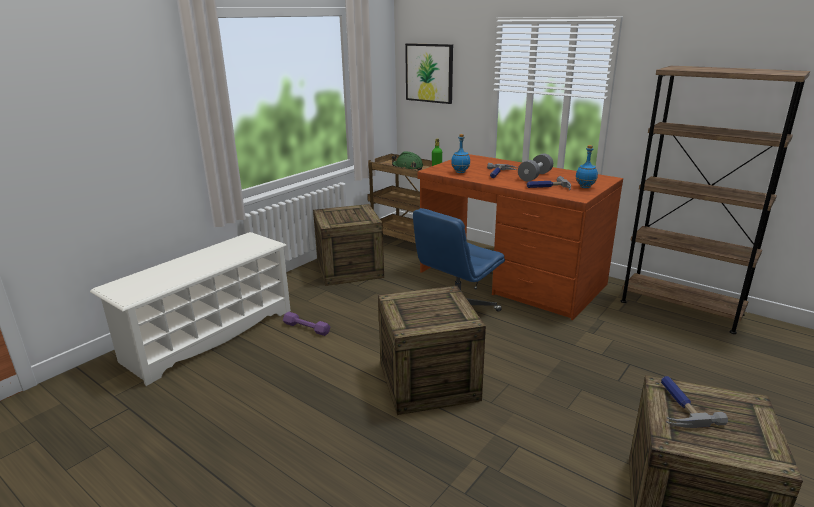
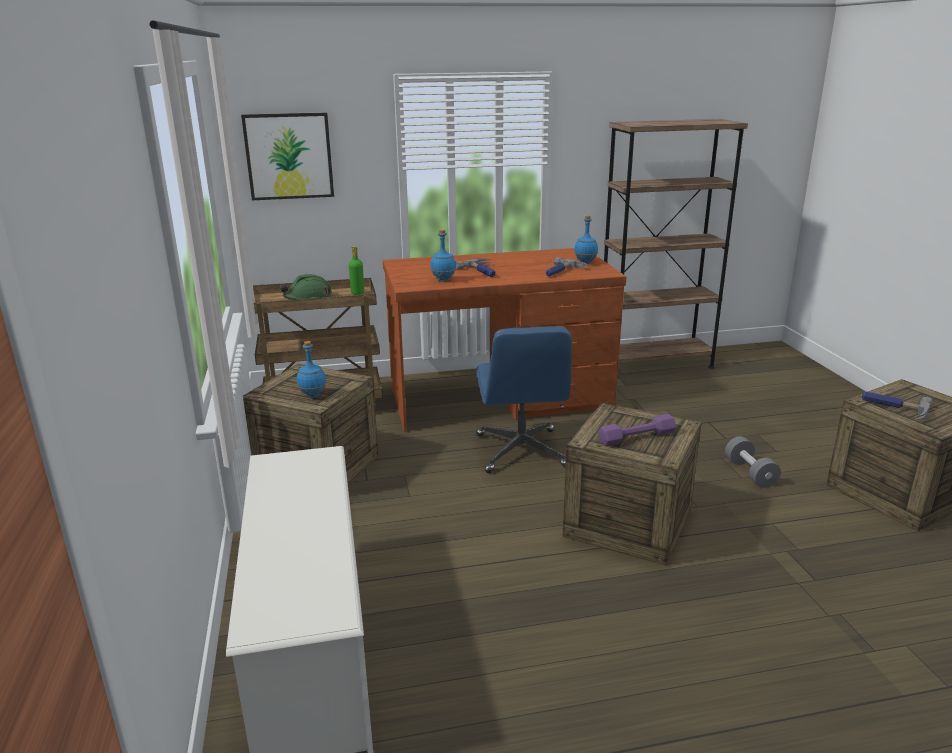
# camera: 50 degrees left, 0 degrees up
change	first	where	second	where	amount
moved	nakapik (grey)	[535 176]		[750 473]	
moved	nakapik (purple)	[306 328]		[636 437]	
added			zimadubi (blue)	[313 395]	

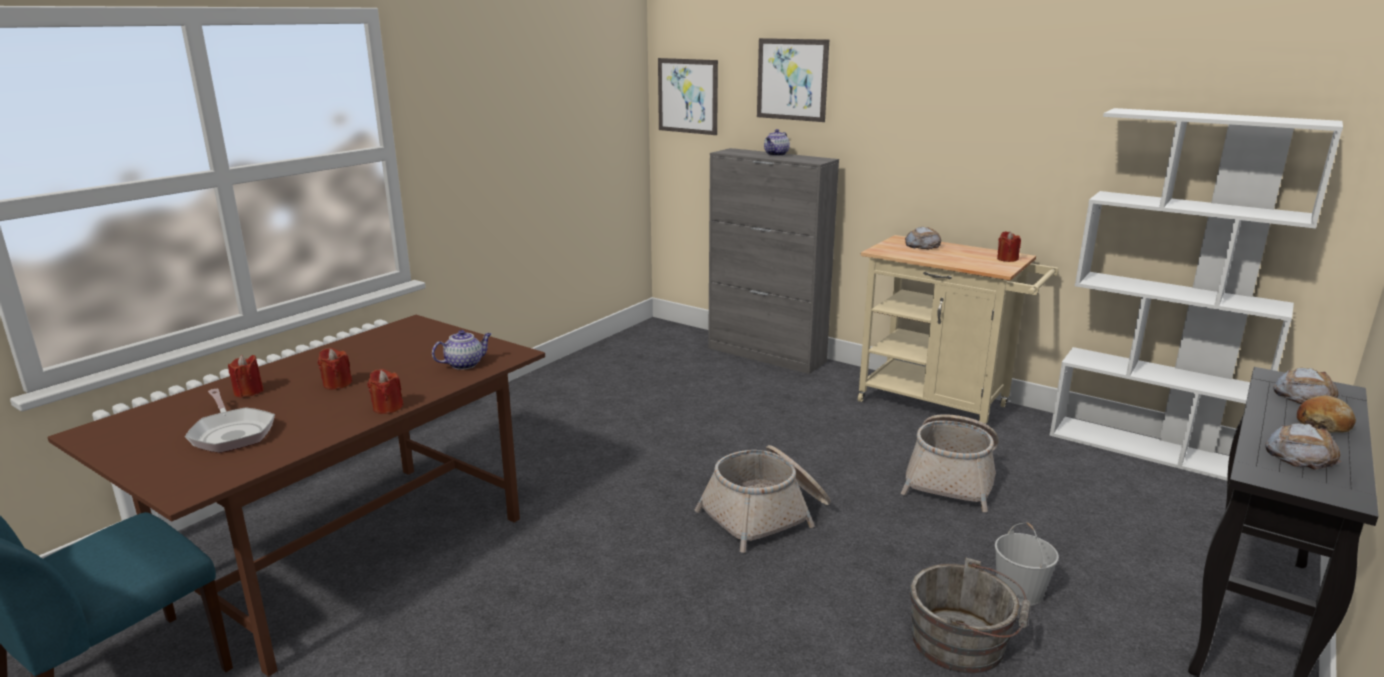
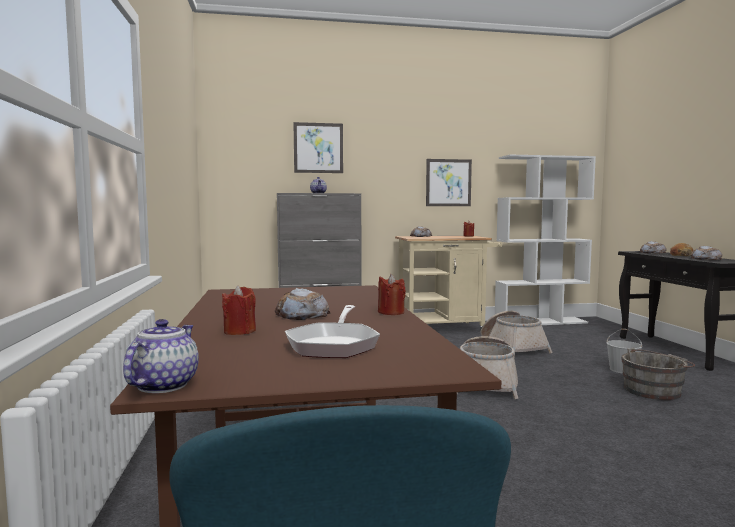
# camera: 45 degrees left, 15 degrees down
change	first	where	second	where	amount
moved	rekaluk	[687 96]		[448 182]	
moved	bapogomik	[465 364]		[163 385]	
replaced	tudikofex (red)	[337 384]	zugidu	[301 314]	
turned	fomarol	[232 433]		[334 344]	90 degrees clockwise

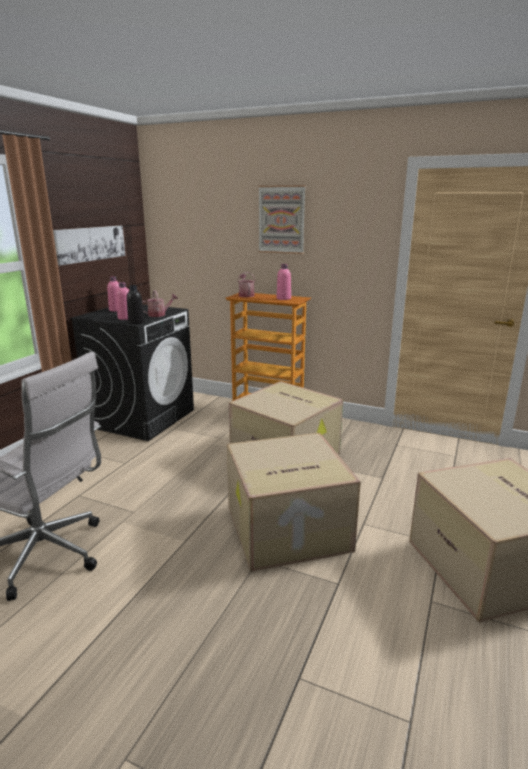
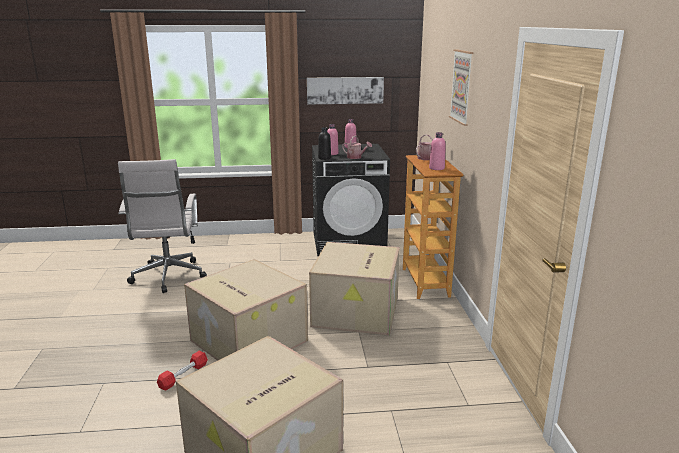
# camera: 60 degrees right, 0 degrees up
change	first	where	second	where	amount
added			nakapik (red)	[183 376]	

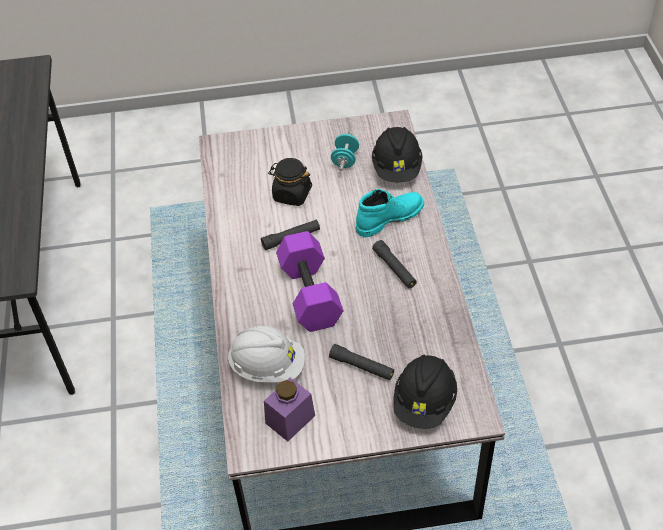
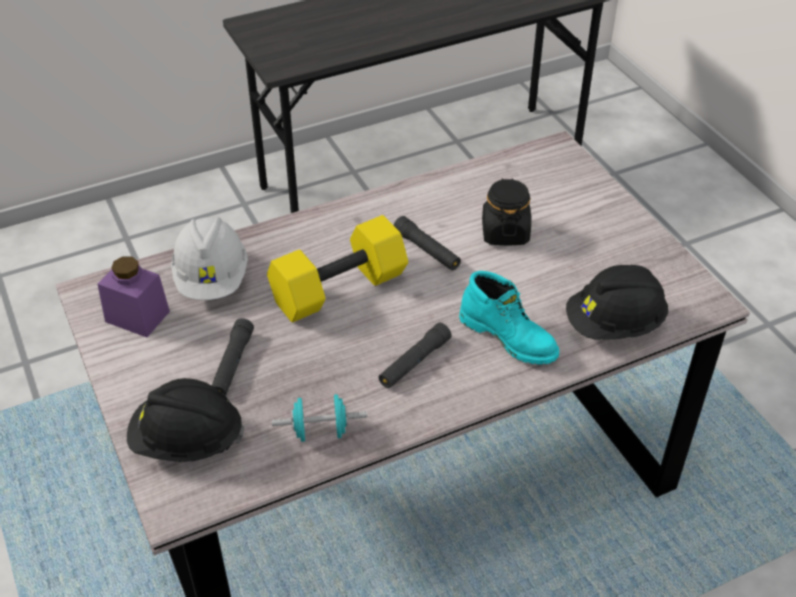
# camera: 70 degrees right, 5 degrees down
change	first	where	second	where	amount
moved	nakapik (turquoise)	[345 160]		[320 431]	
recoloured	nakapik (purple)	[311 294]	nakapik (yellow)	[339 290]	

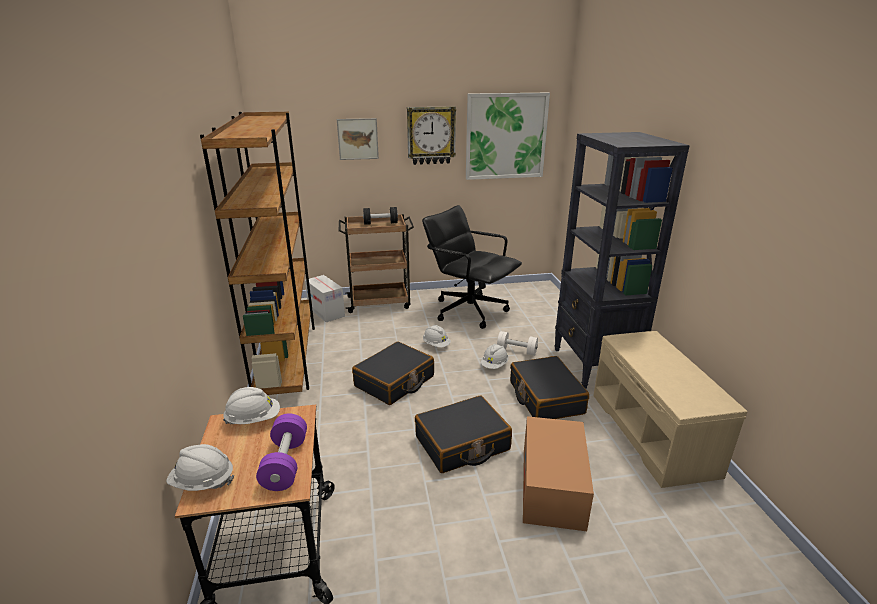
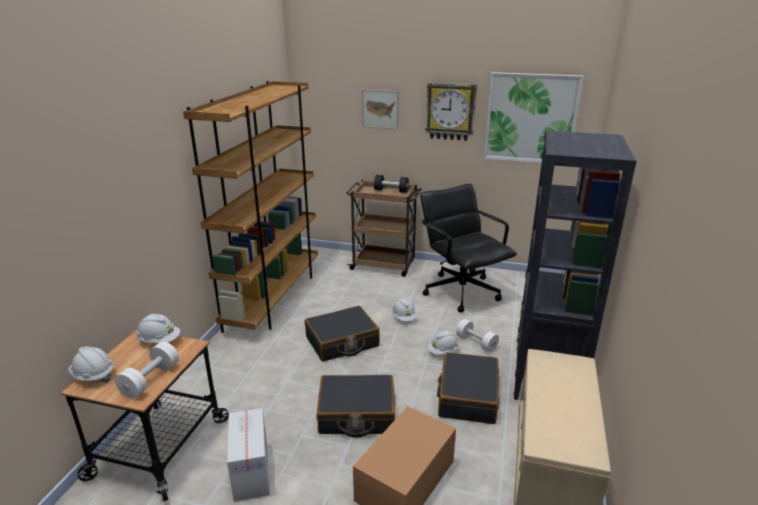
# camera: 25 degrees right, 0 degrees up
change	first	where	second	where	amount
moved	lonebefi	[326 312]		[251 471]	
recoloured	nakapik (purple)	[285 463]	nakapik (white)	[150 380]	

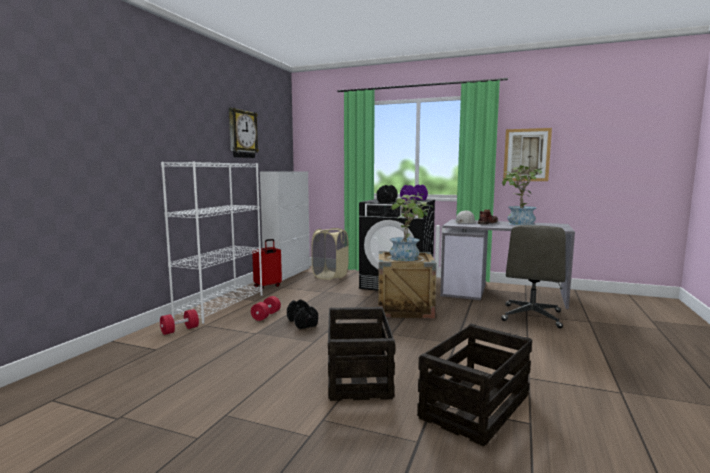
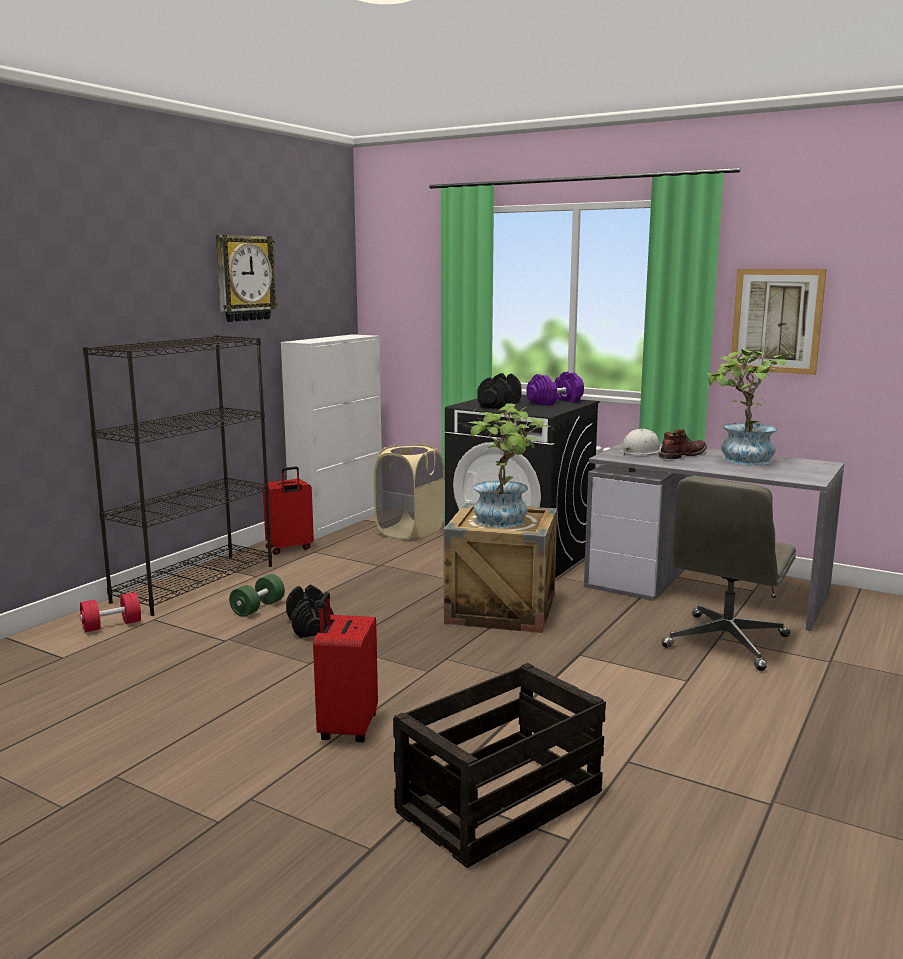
# camera: 10 degrees right, 5 degrees up
change	first	where	second	where	amount
recoloured	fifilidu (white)	[221 305]	fifilidu (black)	[195 583]	
recoloured	nakapik (red)	[266 316]	nakapik (green)	[258 608]	
replaced	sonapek	[358 374]	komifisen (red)	[346 728]	

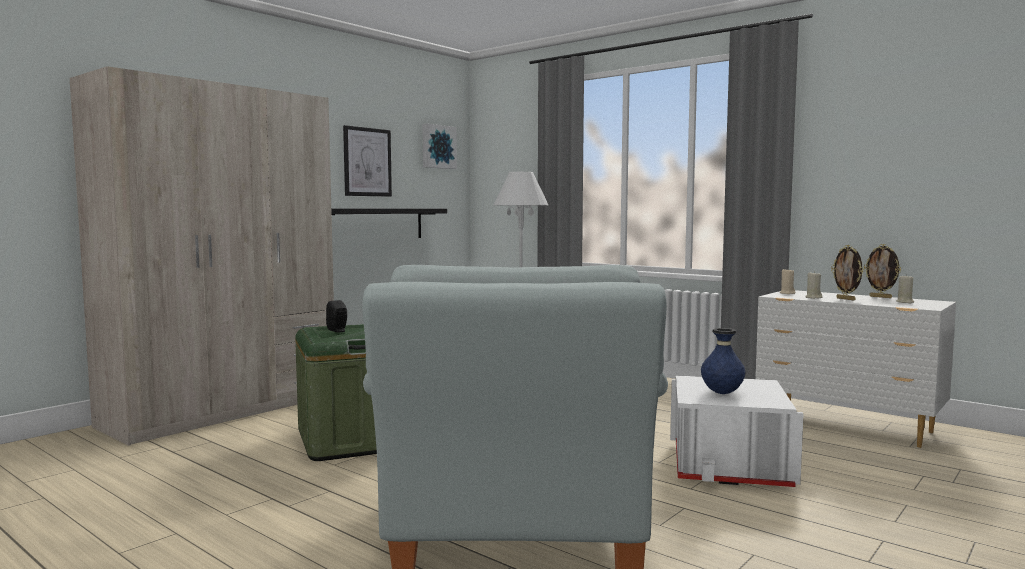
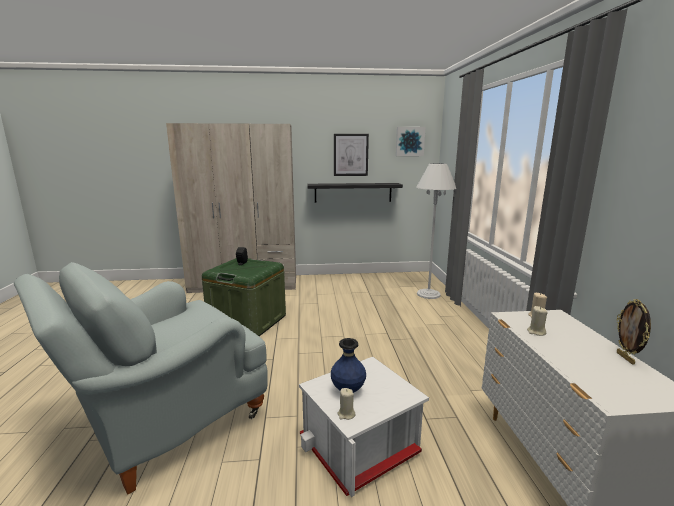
# camera: 45 degrees right, 10 degrees up
change	first	where	second	where	amount
removed	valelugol	[846 299]			
moved	tudikofex (beige)	[905 302]		[346 414]	

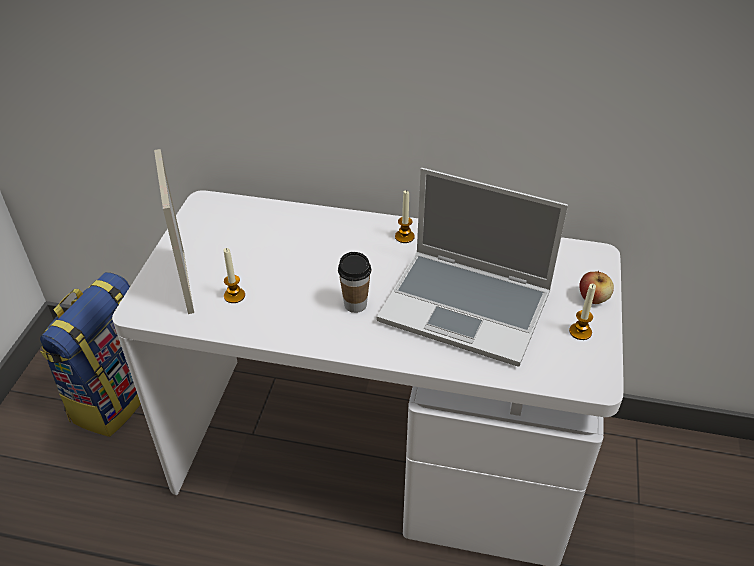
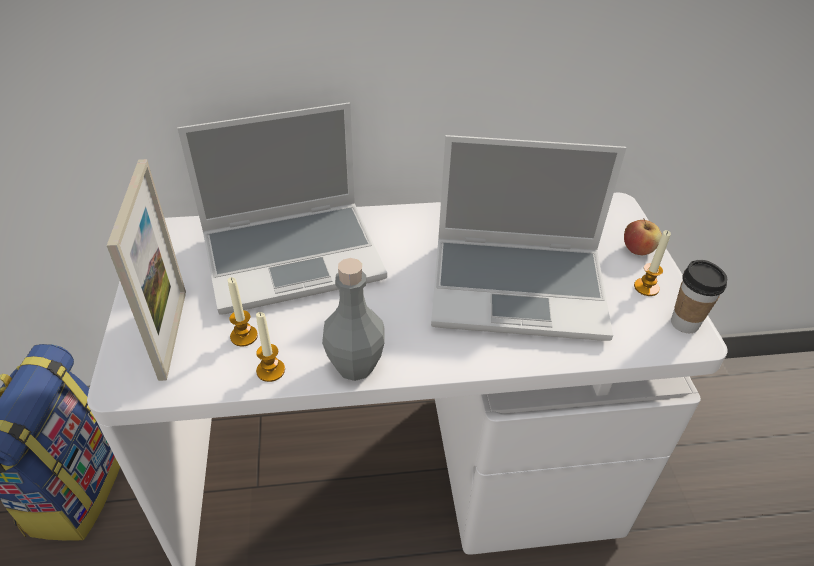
# camera: 20 degrees left, 0 degrees up
change	first	where	second	where	amount
turned	valelugol	[185 282]		[173 333]	150 degrees counterclockwise
moved	tudikofex	[404 237]		[271 370]	
moved	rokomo	[355 304]		[684 323]	
added			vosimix	[294 256]	
added			zimadubi (grey)	[355 366]	

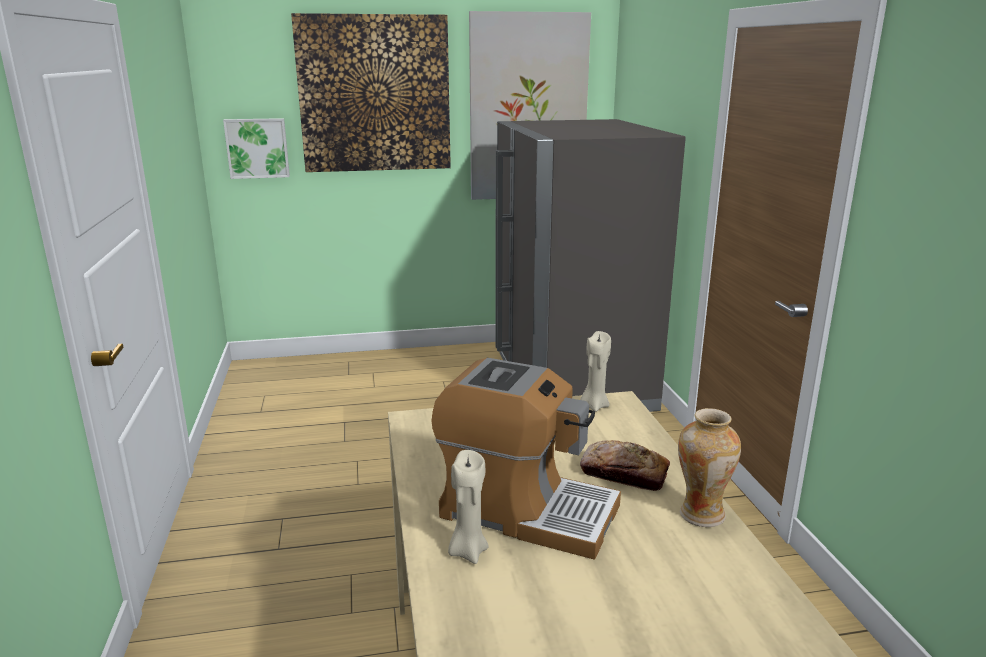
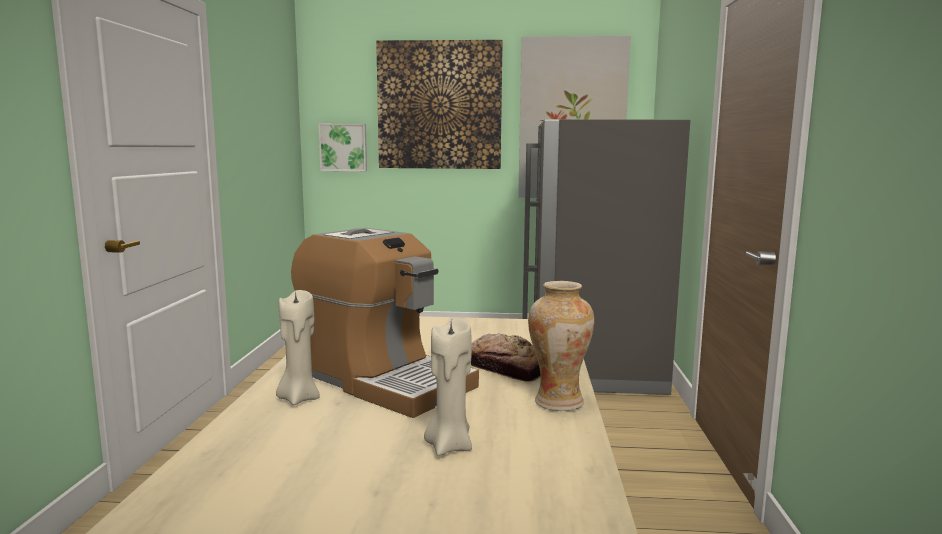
# camera: 15 degrees right, 10 degrees down
change	first	where	second	where	amount
moved	tudikofex (beige)	[594 405]		[449 446]	

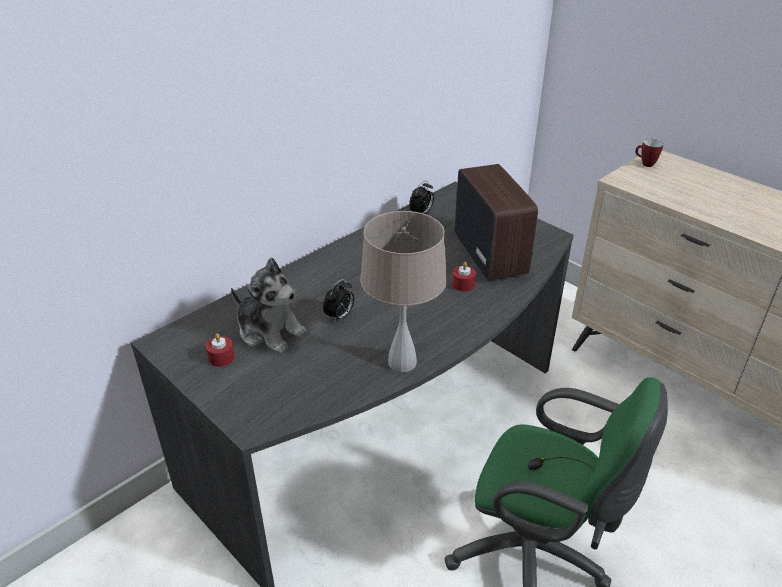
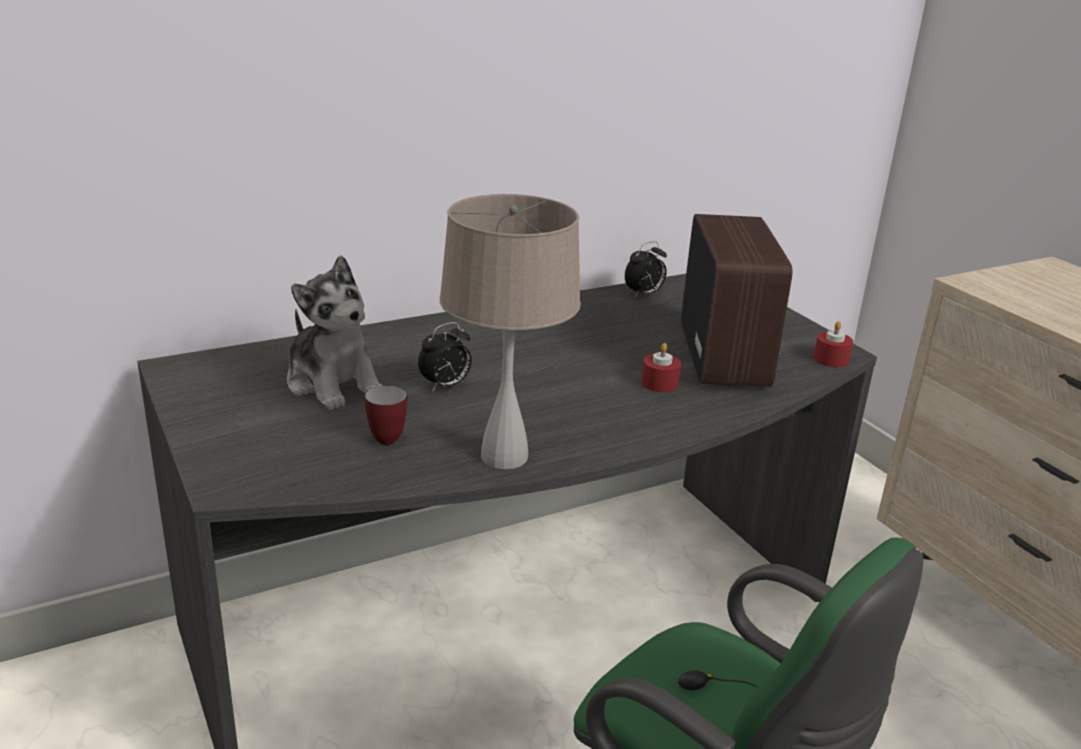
# camera: 15 degrees right, 10 degrees down
change	first	where	second	where	amount
moved	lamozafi	[645 164]		[383 437]	
moved	tudikofex (red)	[221 357]		[831 359]	

